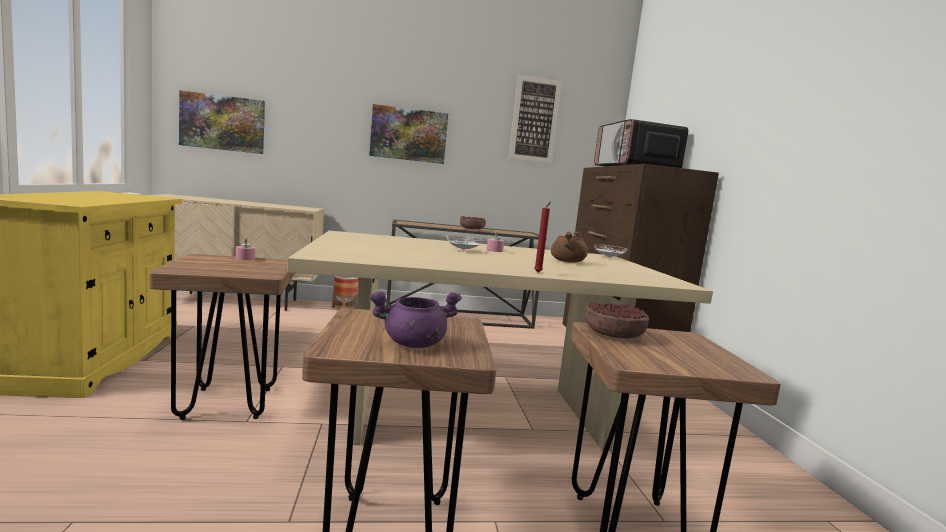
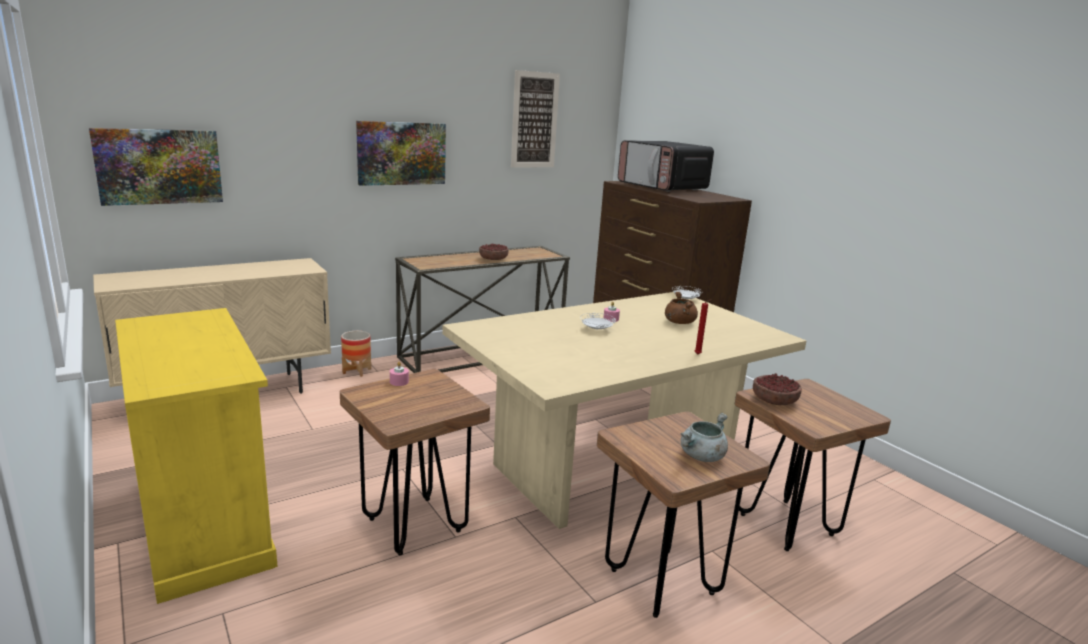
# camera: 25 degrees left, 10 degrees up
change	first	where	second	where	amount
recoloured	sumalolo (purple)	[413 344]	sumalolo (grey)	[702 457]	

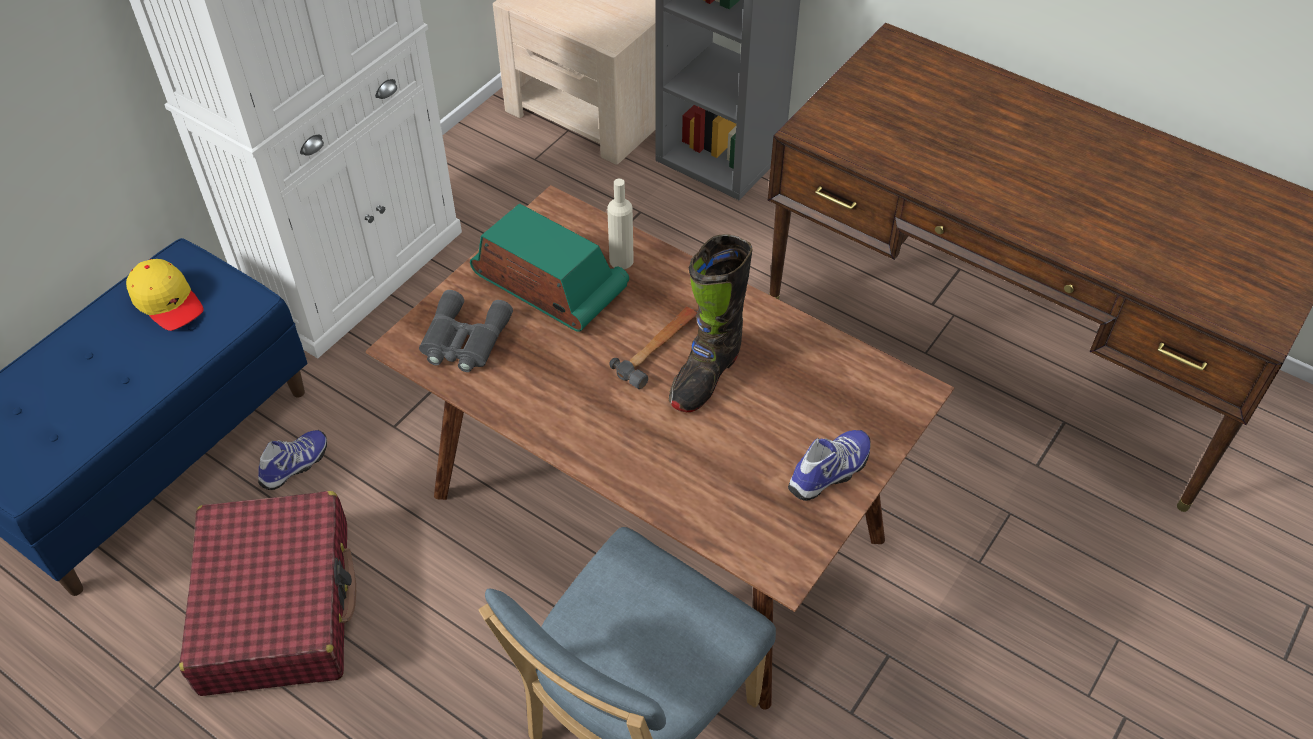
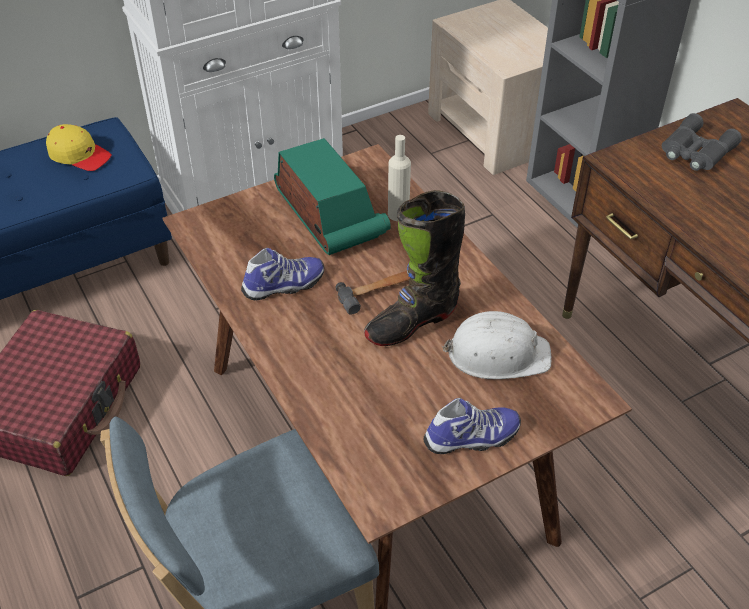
# camera: 25 degrees right, 5 degrees down
change	first	where	second	where	amount
turned	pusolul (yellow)	[167 301]		[79 155]	45 degrees counterclockwise
moved	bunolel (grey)	[463 340]		[695 151]	
moved	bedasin	[296 465]		[284 286]	
added			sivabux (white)	[497 353]	

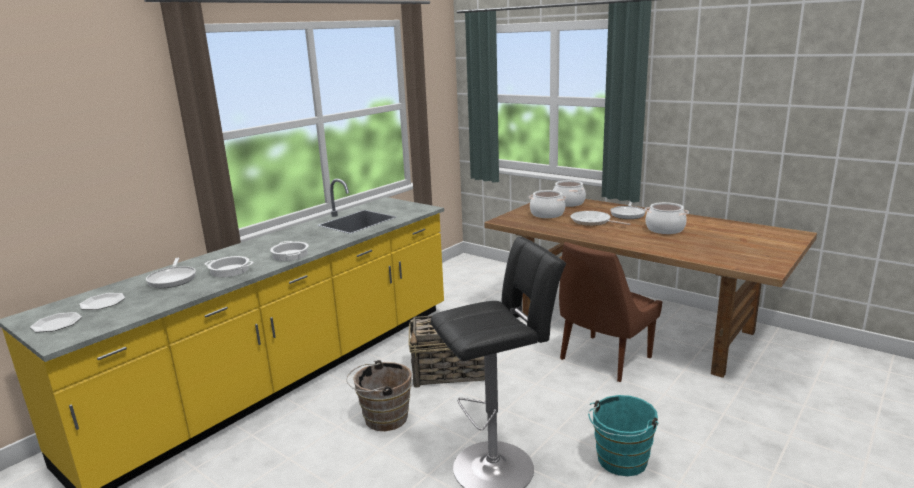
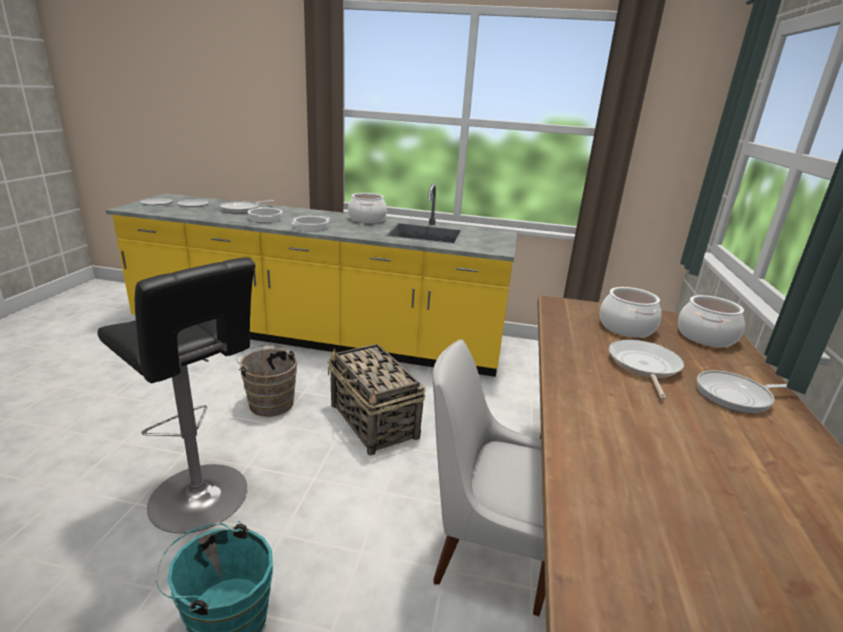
# camera: 60 degrees right, 5 degrees up
change	first	where	second	where	amount
moved	sumalolo	[664 229]		[367 219]	
recoloured	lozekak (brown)	[603 359]	lozekak (white)	[487 550]	

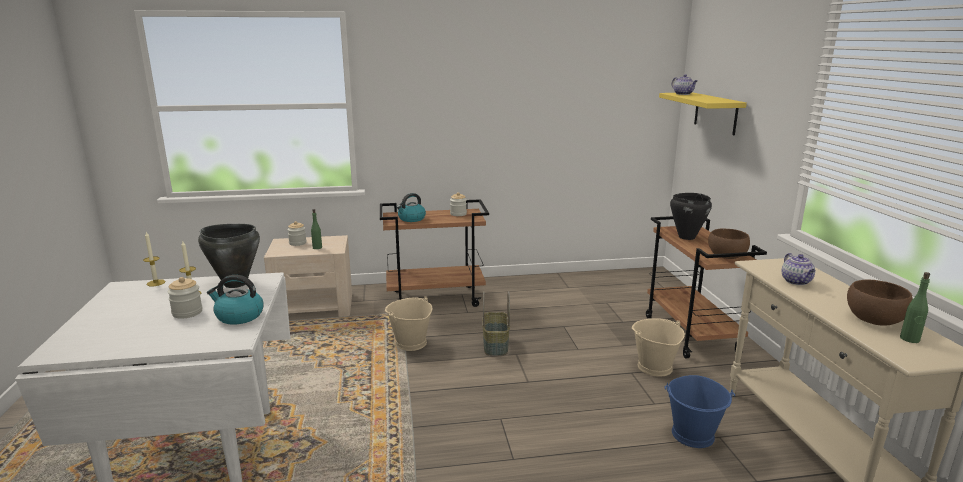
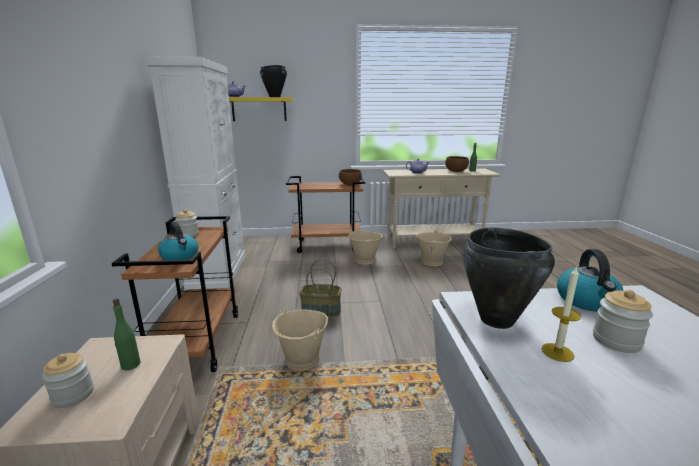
# camera: 85 degrees left, 0 degrees up
change	first	where	second	where	amount
moved	sumalolo (black)	[686 237]		[274 97]	
removed	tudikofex	[156 283]			
recoloured	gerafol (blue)	[693 435]	gerafol (beige)	[432 261]	
added			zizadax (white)	[218 271]	

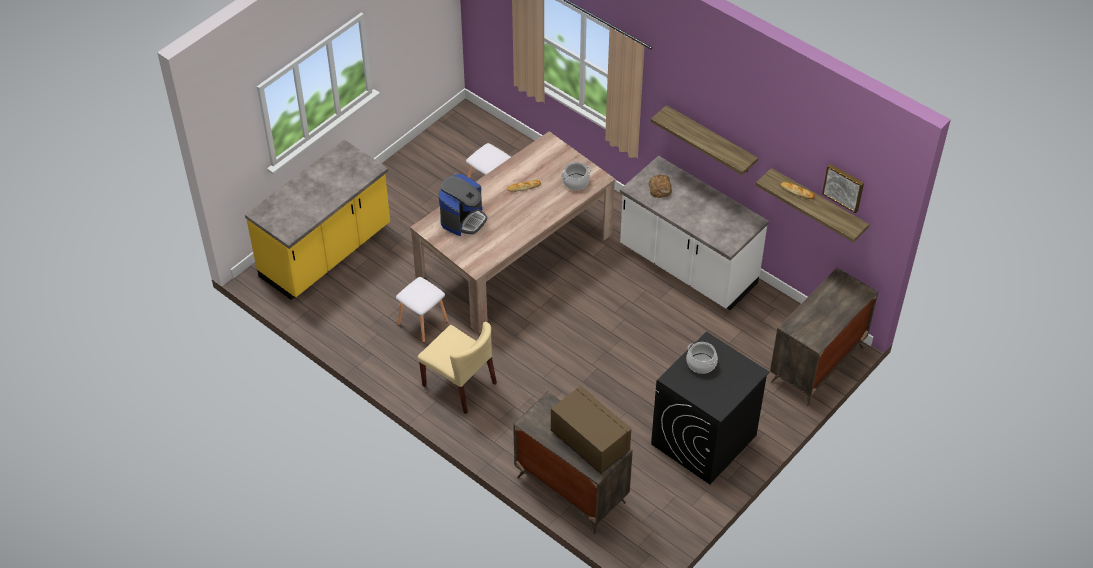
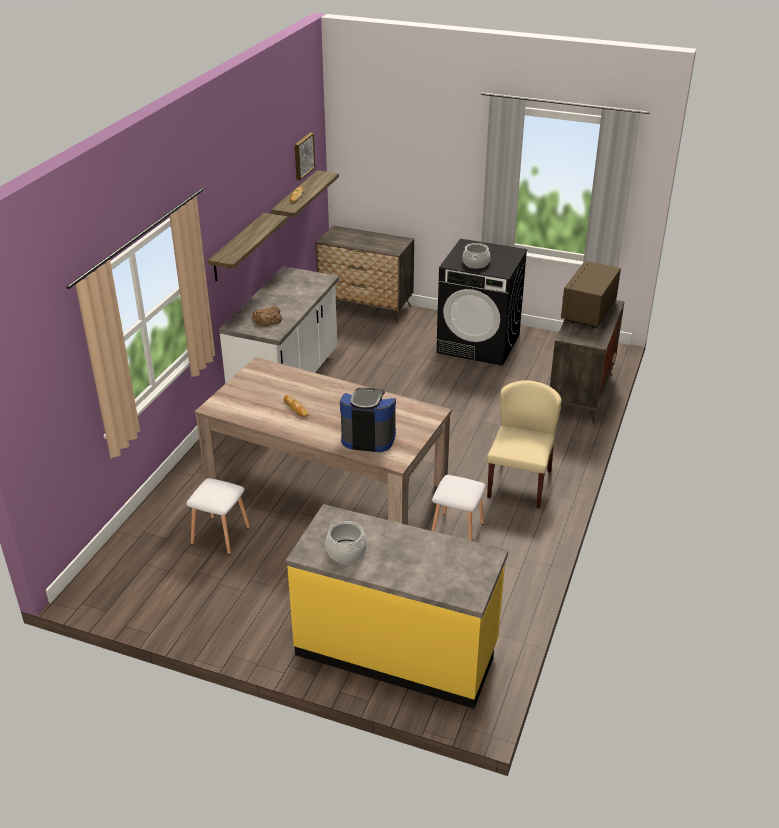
# camera: 110 degrees left, 15 degrees down
change	first	where	second	where	amount
moved	sumalolo	[575 182]		[346 551]	

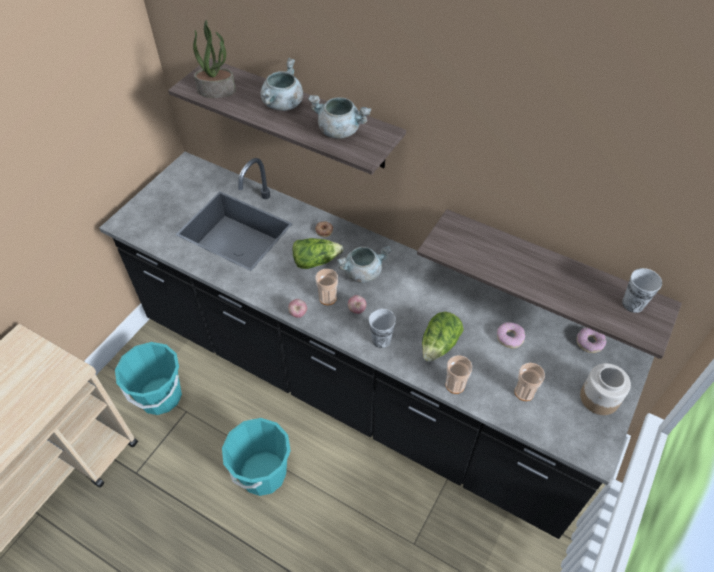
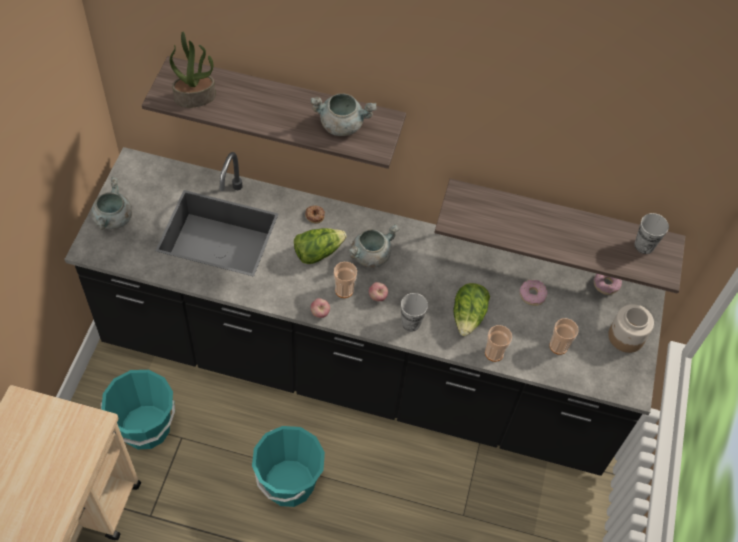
# camera: 20 degrees left, 5 degrees up
change	first	where	second	where	amount
moved	sumalolo (grey)	[283 104]		[114 219]	

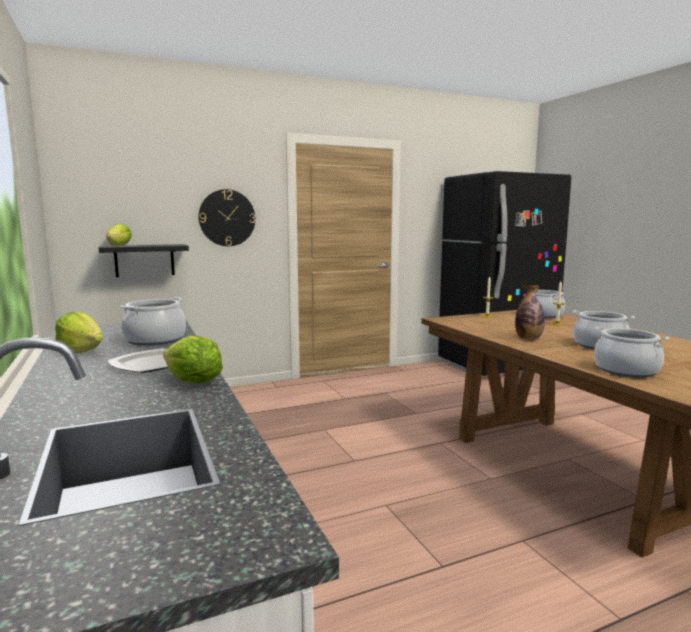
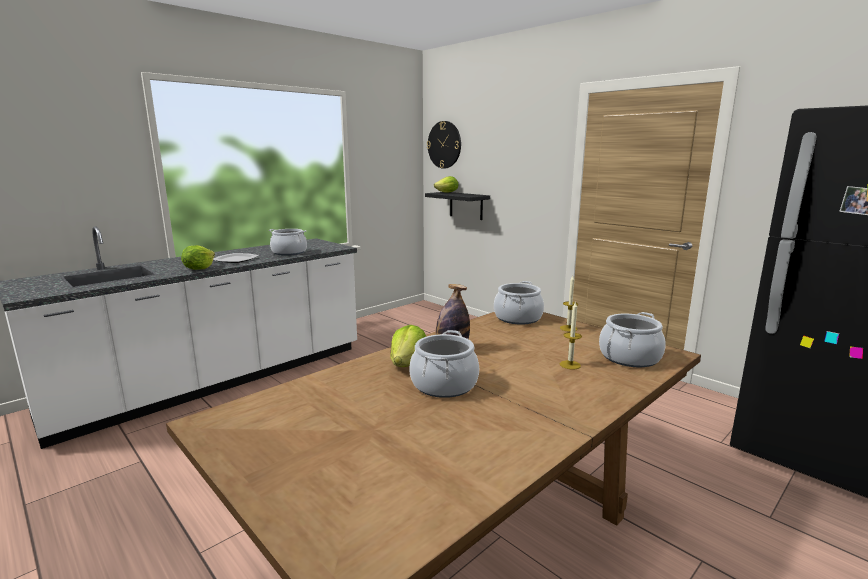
# camera: 70 degrees right, 5 degrees up
change	first	where	second	where	amount
moved	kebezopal	[227 218]		[444 145]	
moved	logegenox	[81 351]		[408 363]	
moved	sumalolo	[626 370]		[518 318]	

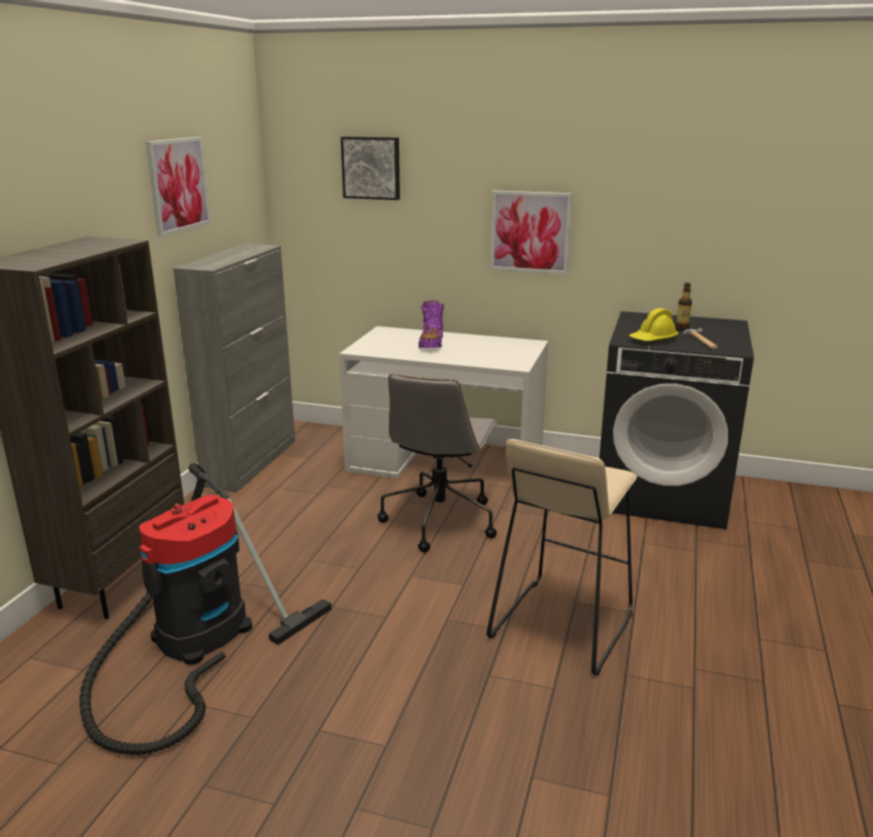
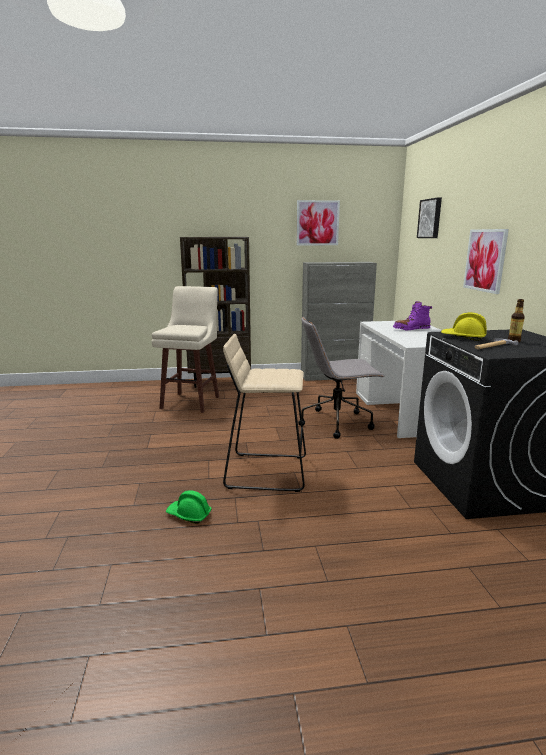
# camera: 65 degrees right, 5 degrees down
change	first	where	second	where	amount
replaced	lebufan	[195 640]	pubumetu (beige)	[191 402]	
added			sivabux (green)	[189 515]	

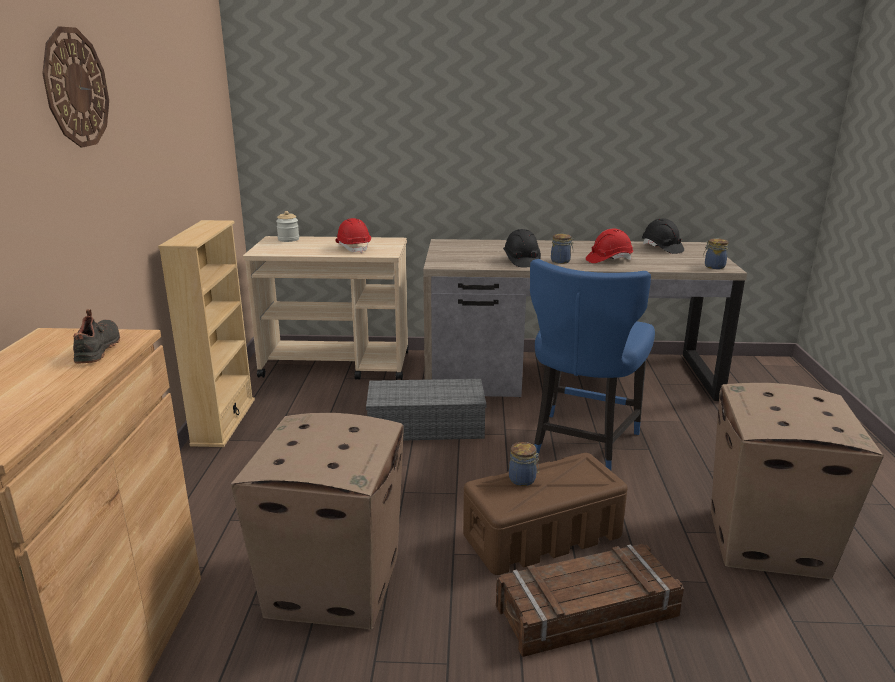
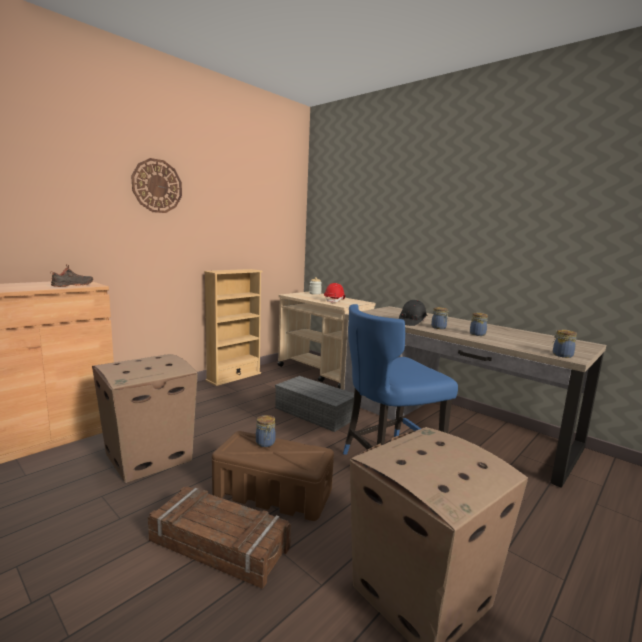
# camera: 40 degrees right, 10 degrees down
change	first	where	second	where	amount
removed	sivabux (black)	[661 248]			
replaced	sivabux (red)	[608 260]	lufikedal	[477 334]	

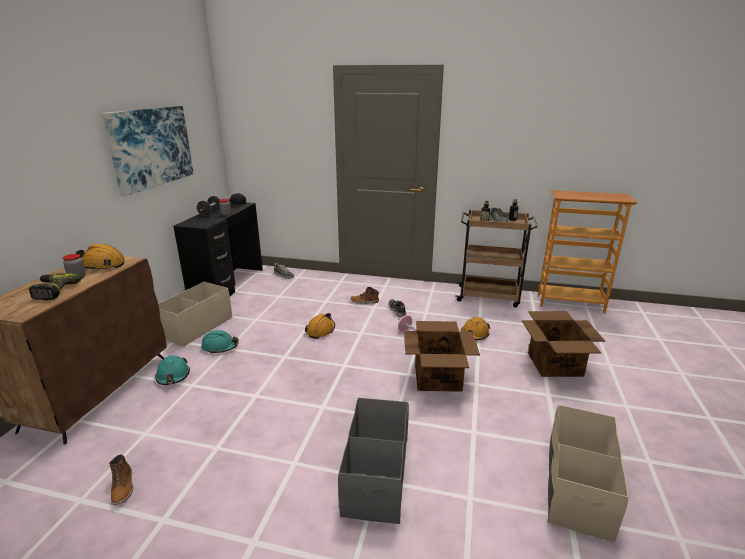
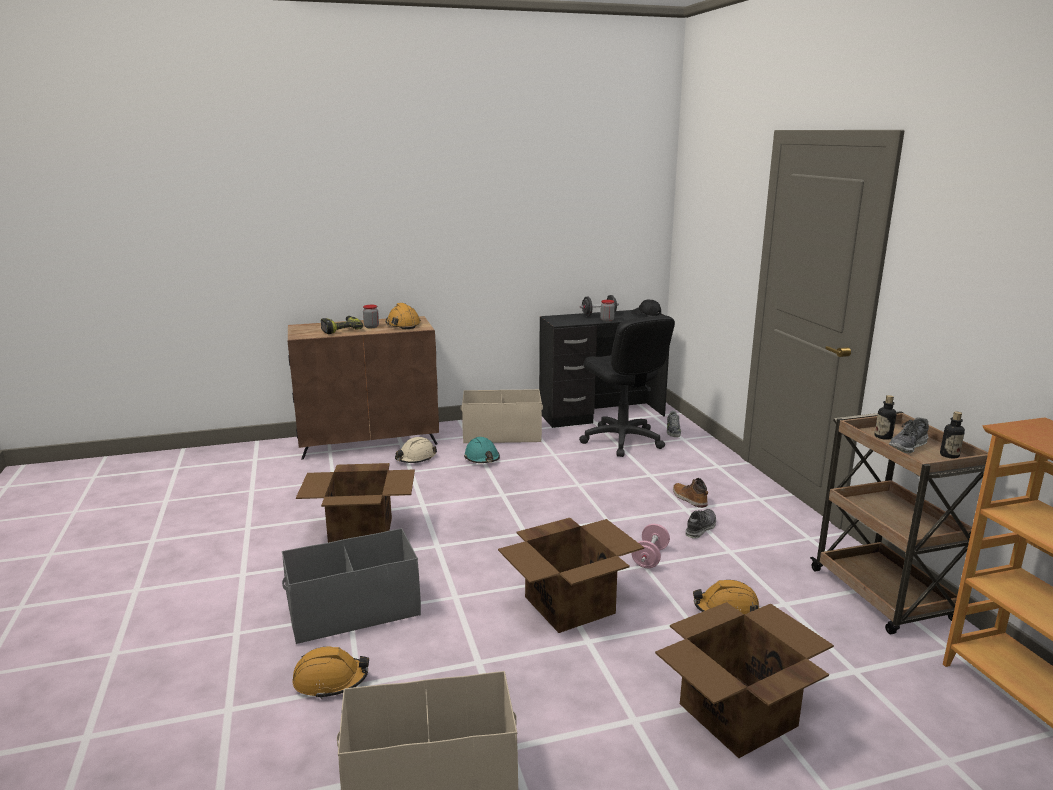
# camera: 60 degrees right, 5 degrees down
change	first	where	second	where	amount
removed	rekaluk	[151 147]			
moved	sivabux (orange)	[320 330]		[330 680]	
recoloured	sivabux (turquoise)	[173 376]	sivabux (beige)	[415 458]	
removed	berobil	[123 487]			
added			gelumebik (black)	[622 440]	
added			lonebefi	[362 533]	

